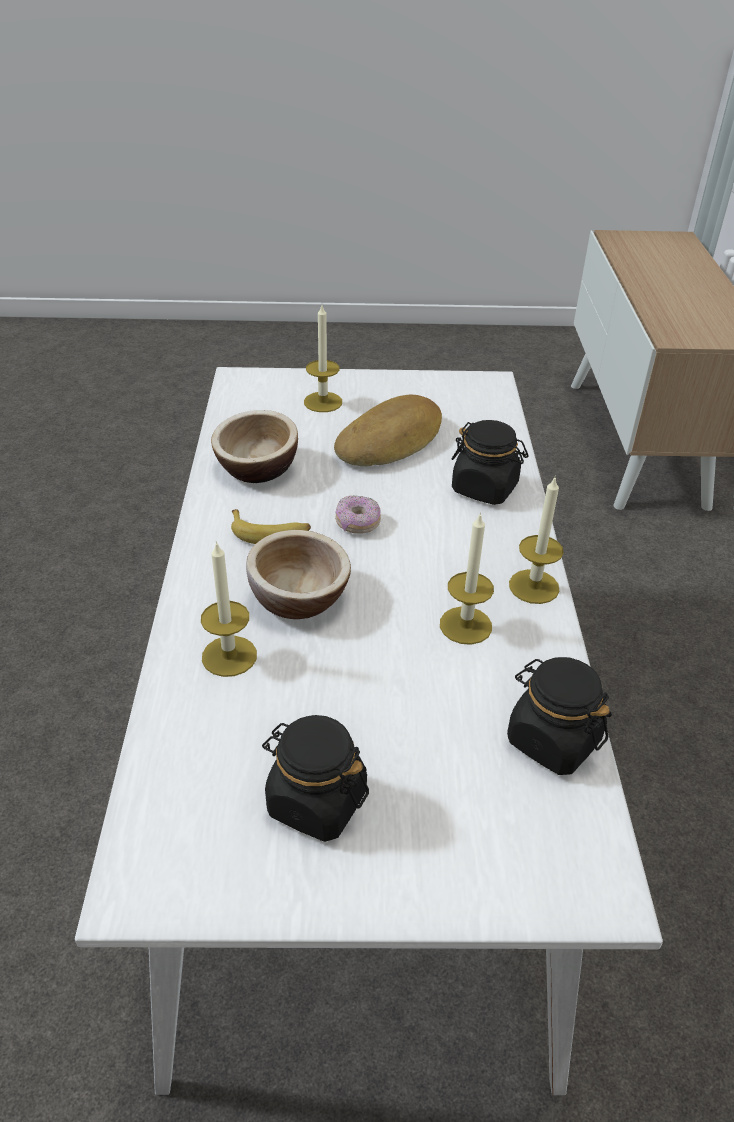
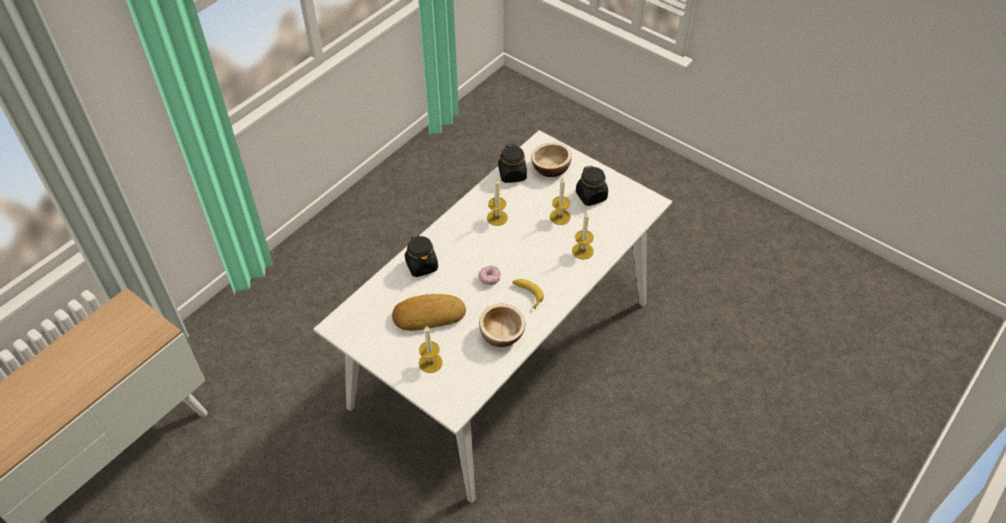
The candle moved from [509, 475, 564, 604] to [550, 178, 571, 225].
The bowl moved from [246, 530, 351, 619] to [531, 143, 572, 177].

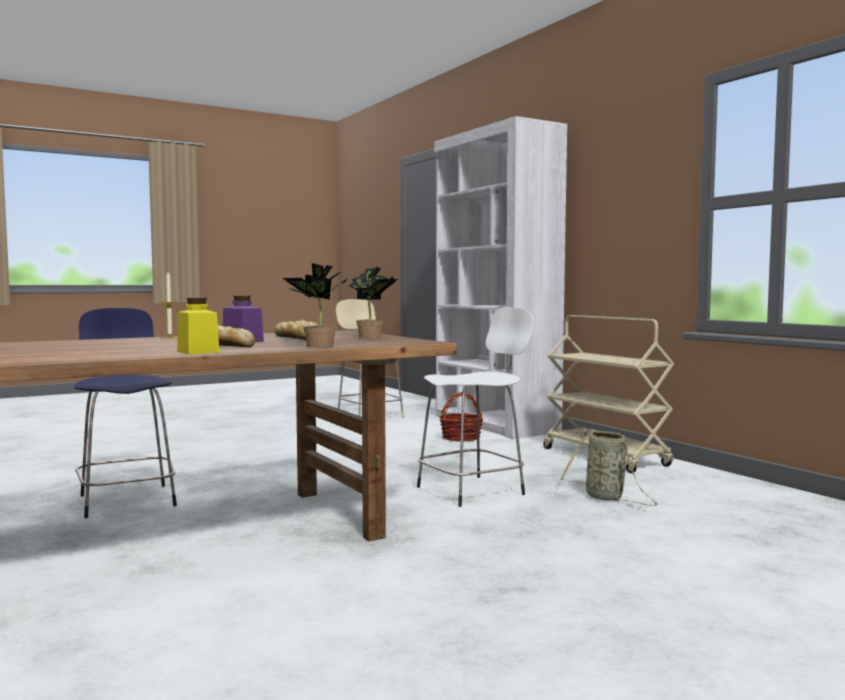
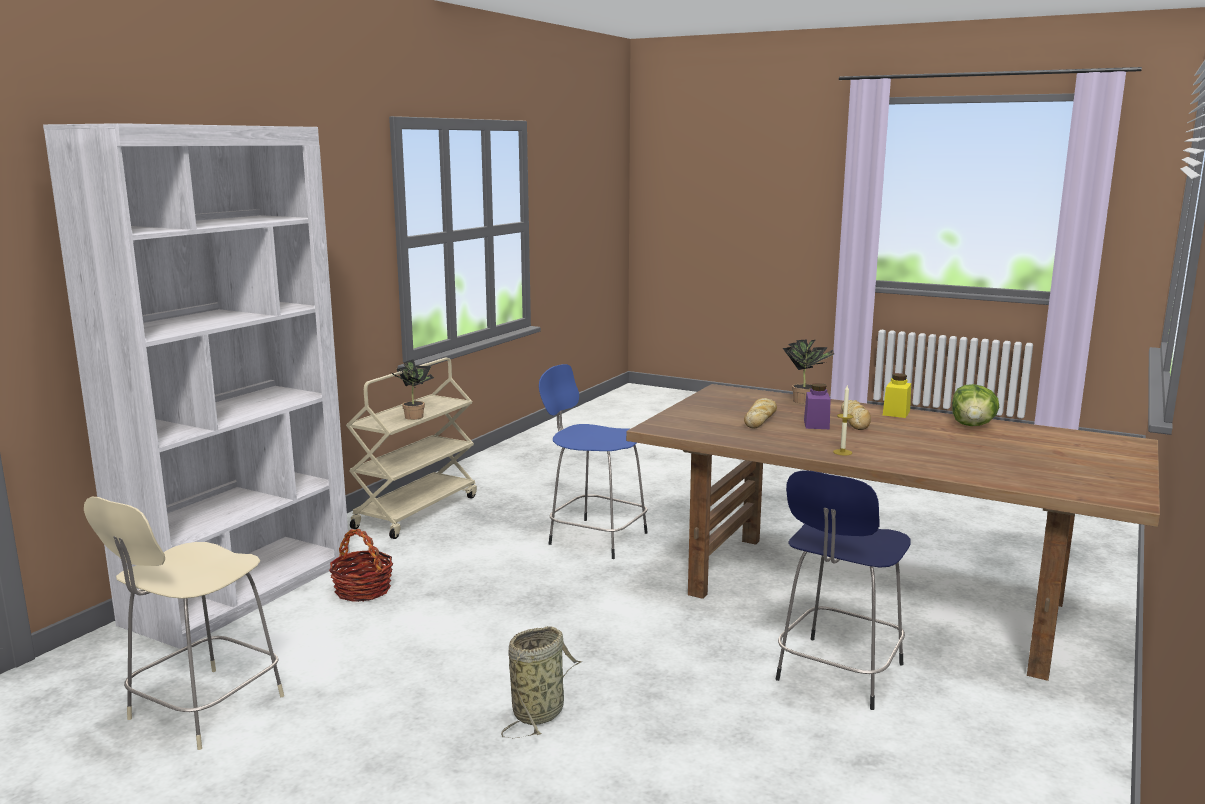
The potted plant moved from [348, 266, 398, 338] to [392, 359, 434, 420].
The white-coloured sitting stool at [417, 307, 534, 507] became the bluish sitting stool at [539, 364, 648, 559].
The storage basket moved from [560, 430, 657, 506] to [501, 626, 582, 738].
The lettuce head at [952, 384, 999, 426] appeared.

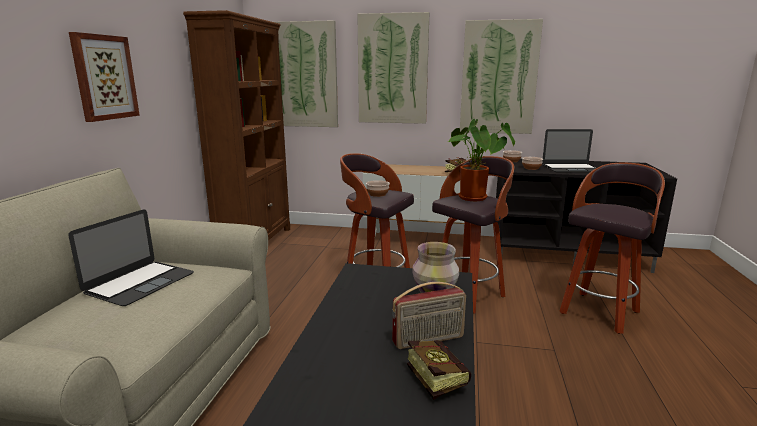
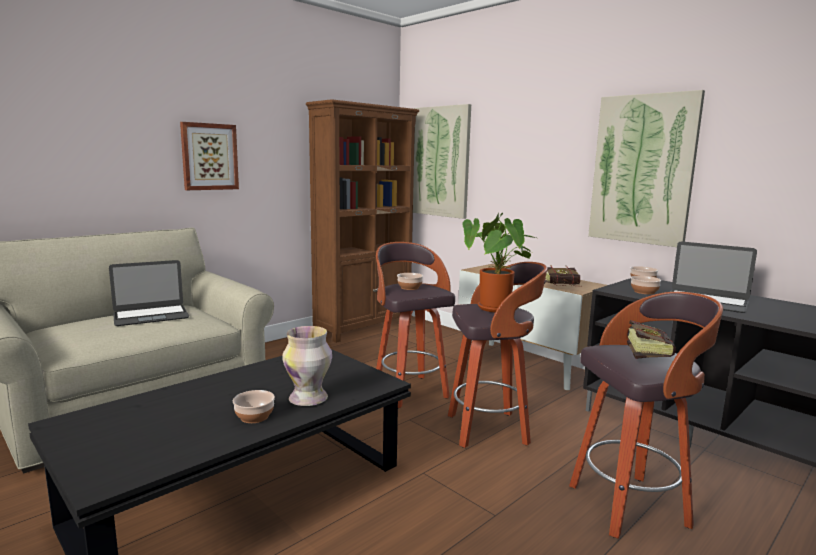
The picture at [357, 12, 429, 124] disappeared.
The radio at [392, 282, 466, 349] was replaced by the bowl at [233, 390, 275, 423].
The bound book moved from [407, 340, 471, 400] to [627, 320, 676, 359].

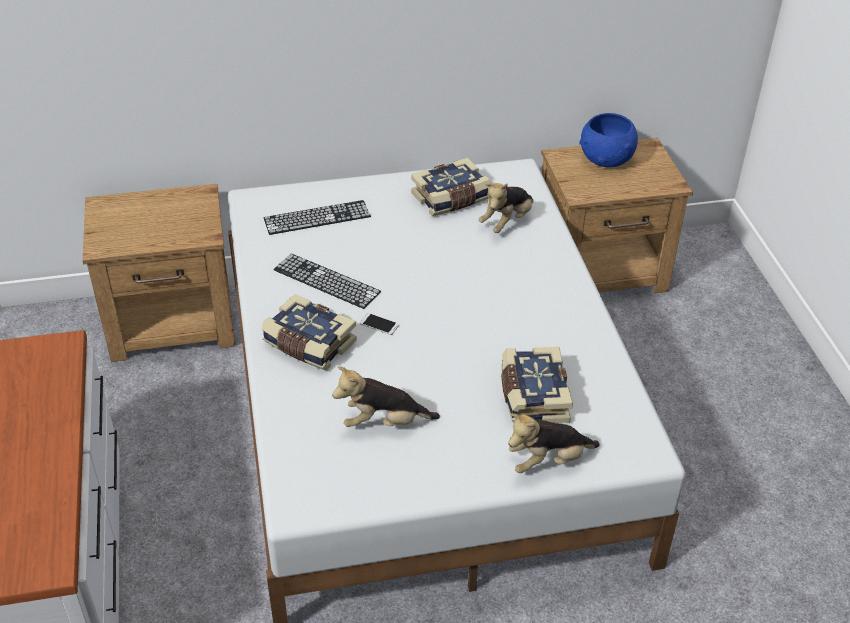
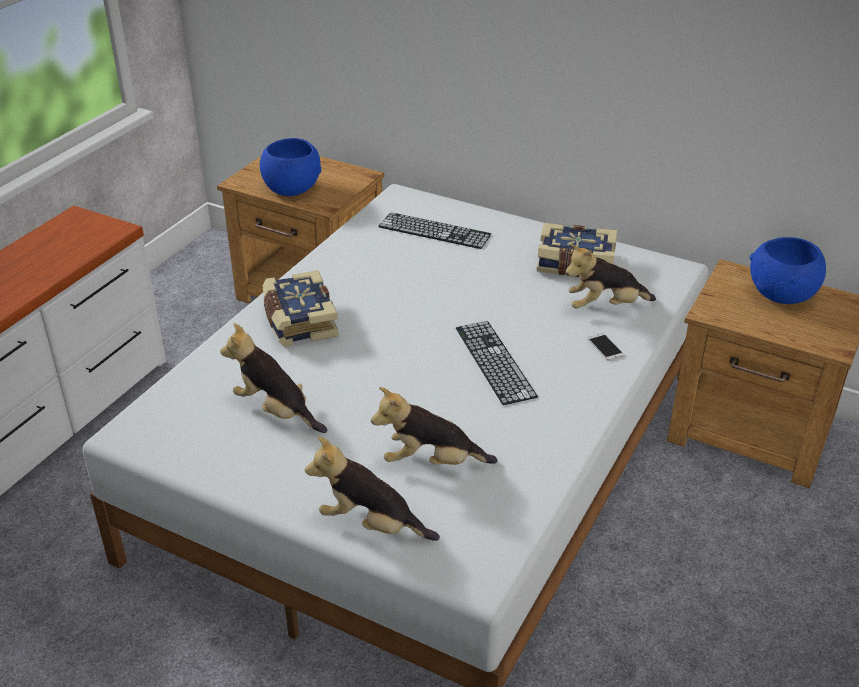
The PC keyboard moved from [273, 253, 381, 309] to [456, 321, 538, 405].
The handset moved from [360, 313, 399, 335] to [587, 333, 624, 361].
The bound book at [501, 347, 573, 423] was replaced by the cuddly toy at [371, 387, 498, 465].
The bluish bowl at [260, 138, 321, 196] appeared.

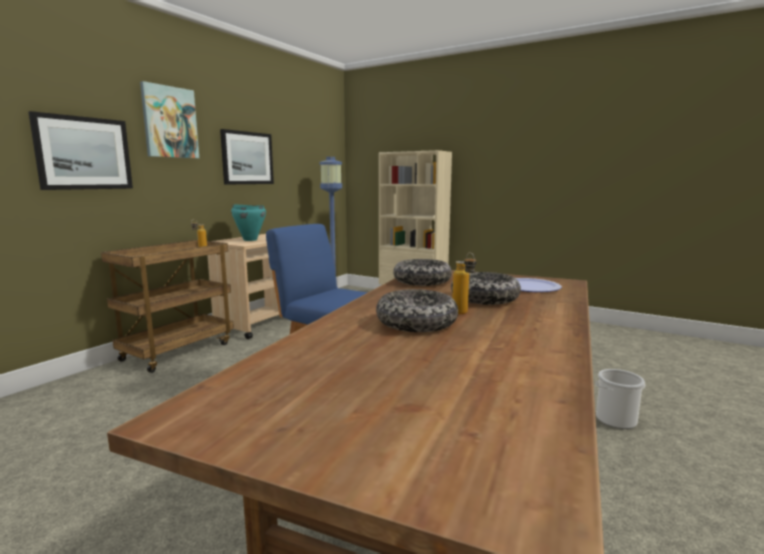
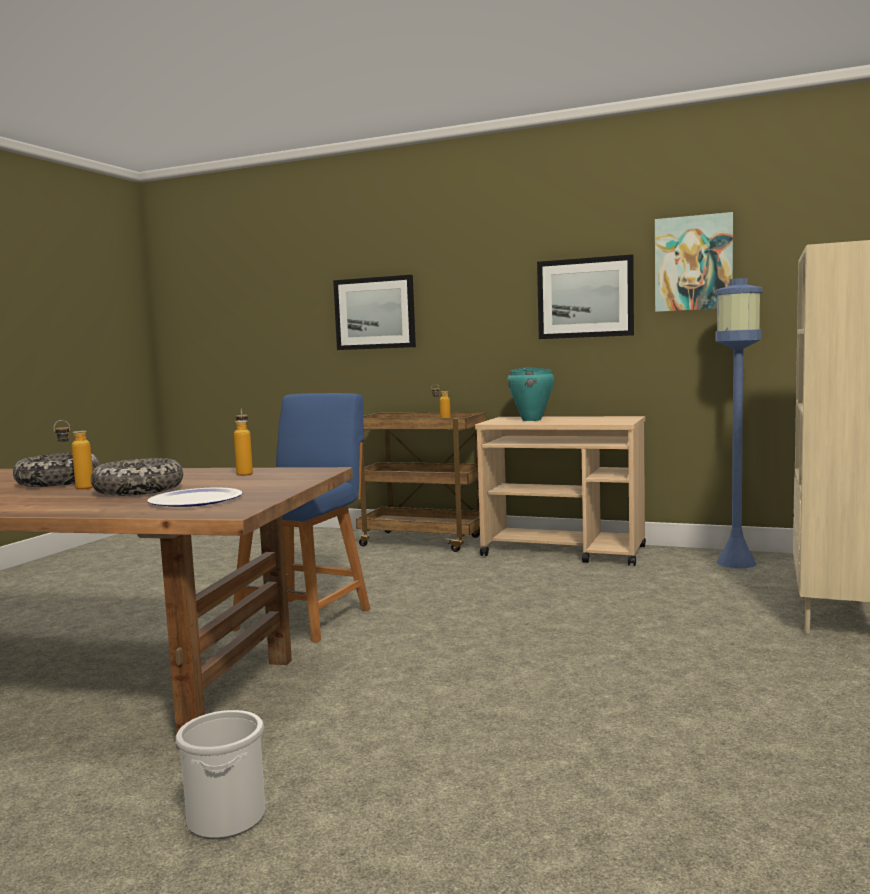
The picture moved from [140, 81, 199, 158] to [655, 212, 733, 312].
The bowl at [393, 259, 452, 286] was replaced by the drink bottle at [234, 408, 253, 476].

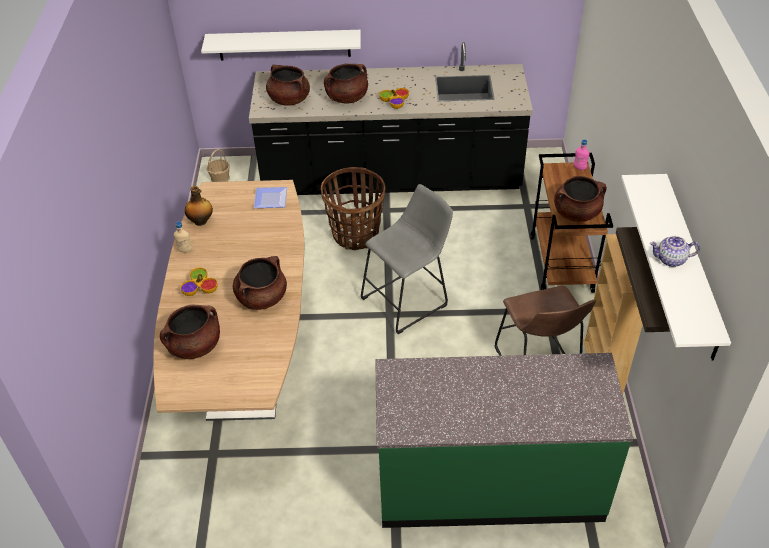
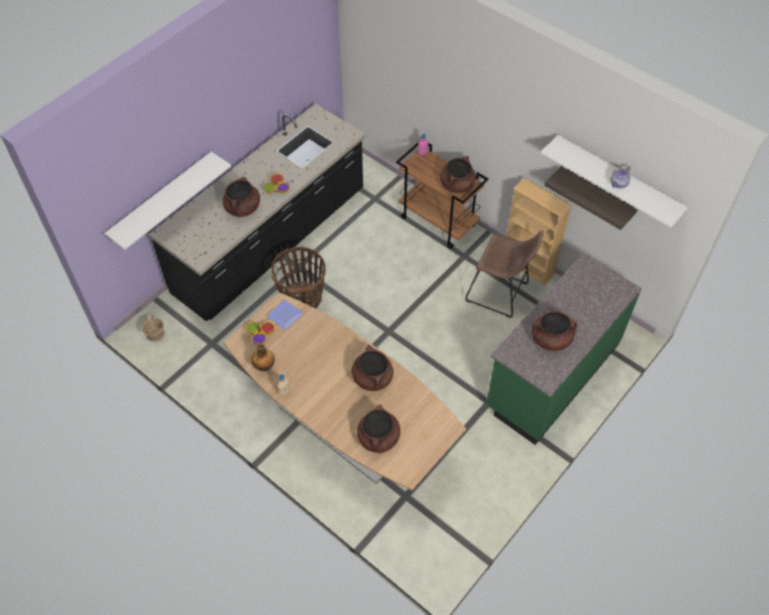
The brownish saucepot moved from [266, 65, 310, 106] to [531, 311, 577, 351].
The greyish sitting stool at [361, 184, 453, 334] disappeared.
The bowl moved from [180, 268, 218, 296] to [246, 322, 274, 345].

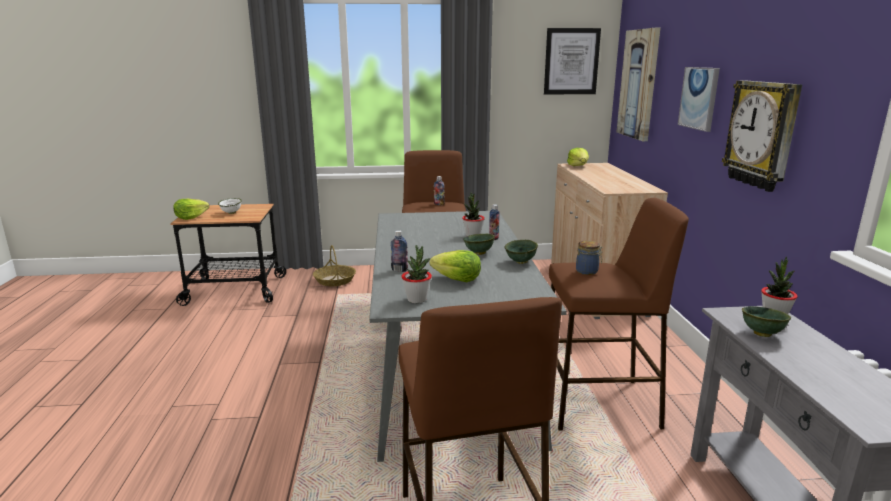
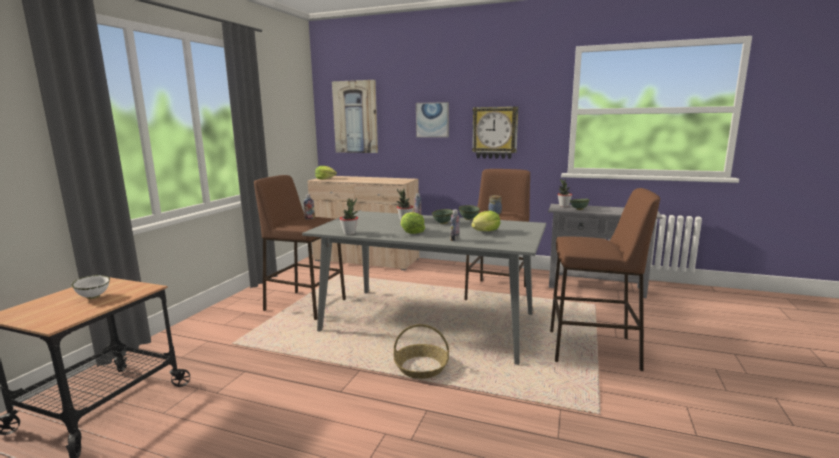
The picture at [544, 28, 601, 95] disappeared.
The lettuce head moved from [173, 199, 209, 220] to [401, 212, 425, 234].
The storage basket moved from [313, 245, 356, 286] to [394, 324, 449, 379].
The potted plant moved from [401, 245, 432, 303] to [340, 198, 358, 235].

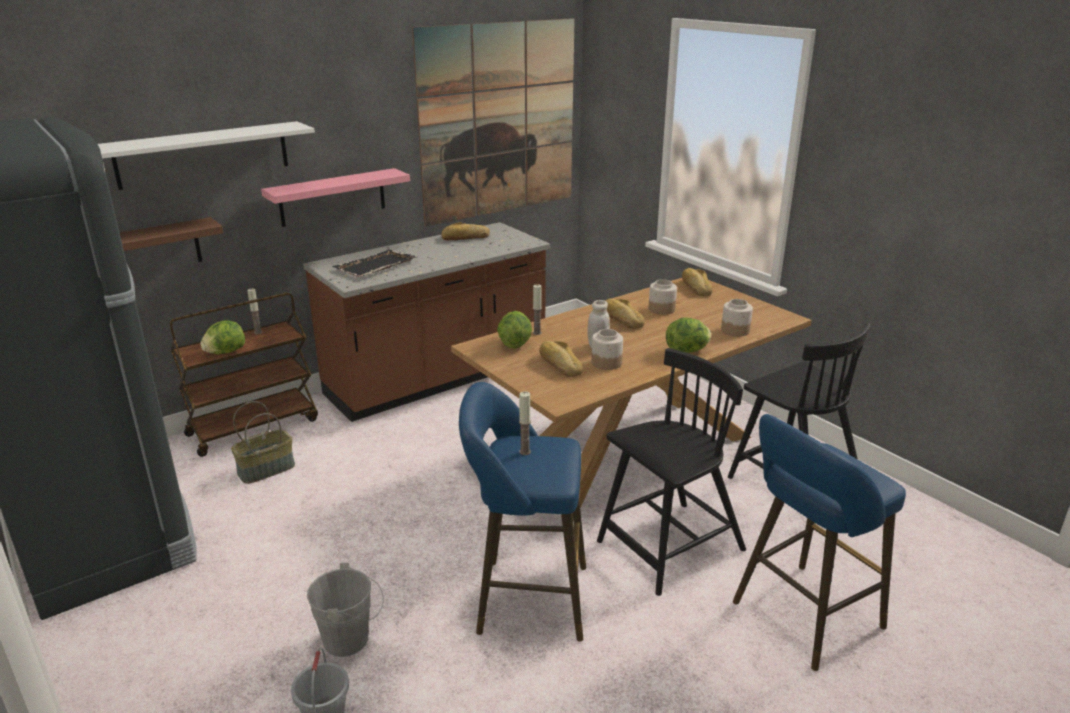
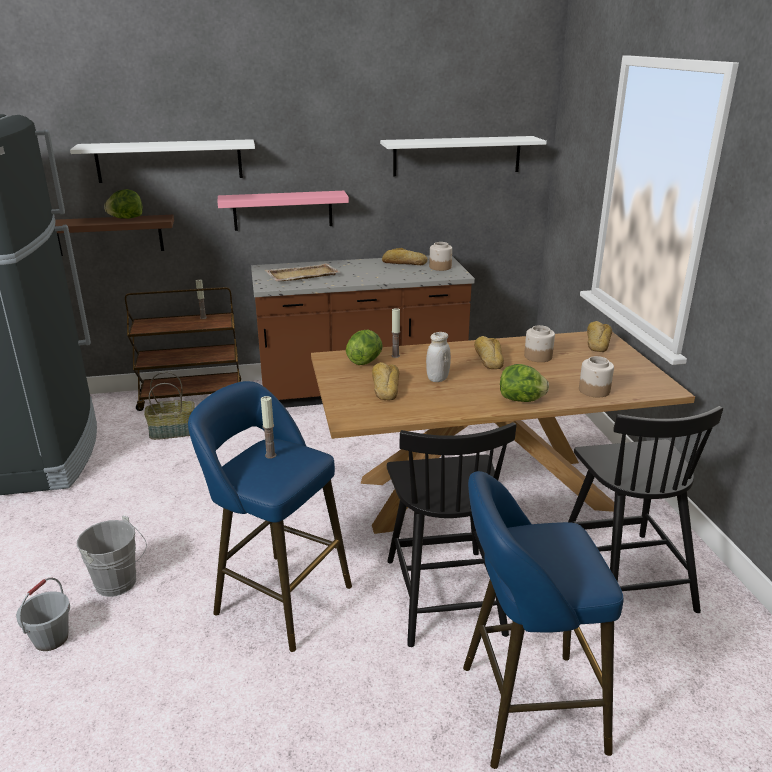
The picture at [412, 18, 575, 226] was replaced by the white-coloured bracket shelf at [380, 136, 547, 176].
The blackish serving tray at [331, 249, 417, 277] became the beige-coloured serving tray at [265, 263, 340, 281].
The lettuce head moved from [200, 320, 245, 354] to [104, 189, 143, 219].
The storage jar moved from [591, 329, 623, 370] to [429, 242, 452, 271].
The blackish upright chair at [597, 348, 746, 596] turned 90 degrees clockwise.

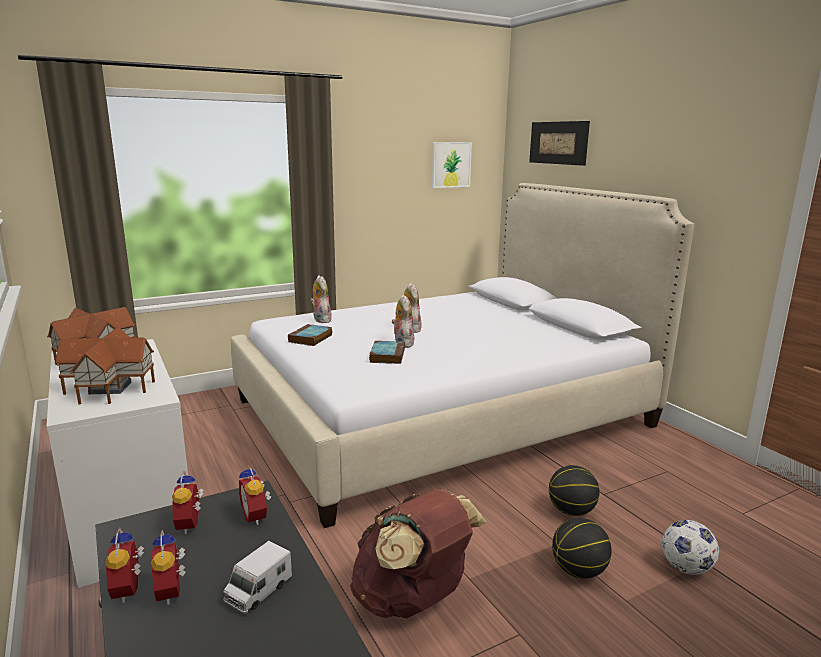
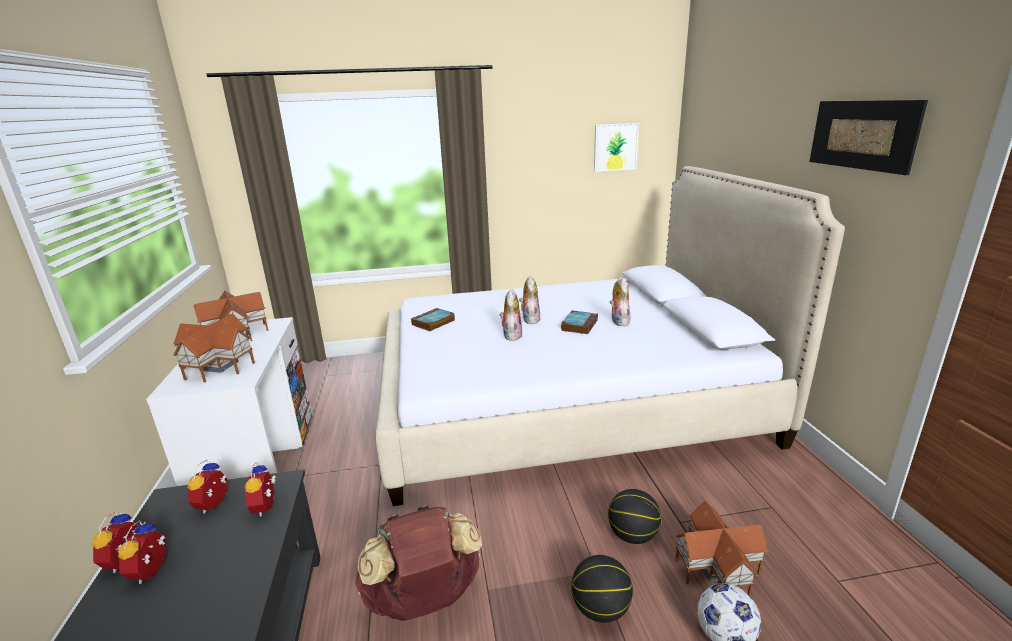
The picture moved from [529, 121, 590, 166] to [809, 100, 928, 175].
The cuddly toy moved from [310, 275, 332, 323] to [609, 277, 630, 326].
The bound book moved from [369, 341, 405, 364] to [561, 311, 598, 334].
The model truck at [223, 541, 292, 614] disappeared.
The toy house at [675, 501, 768, 597] appeared.

